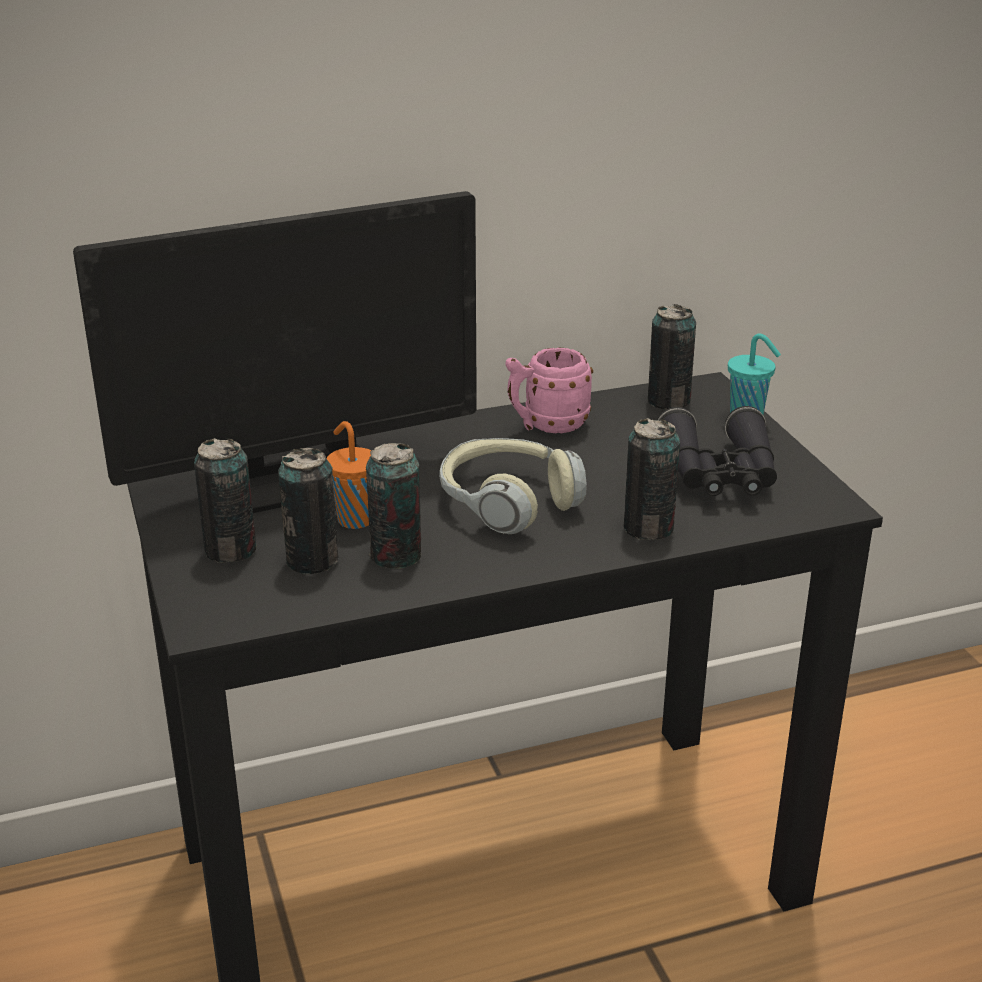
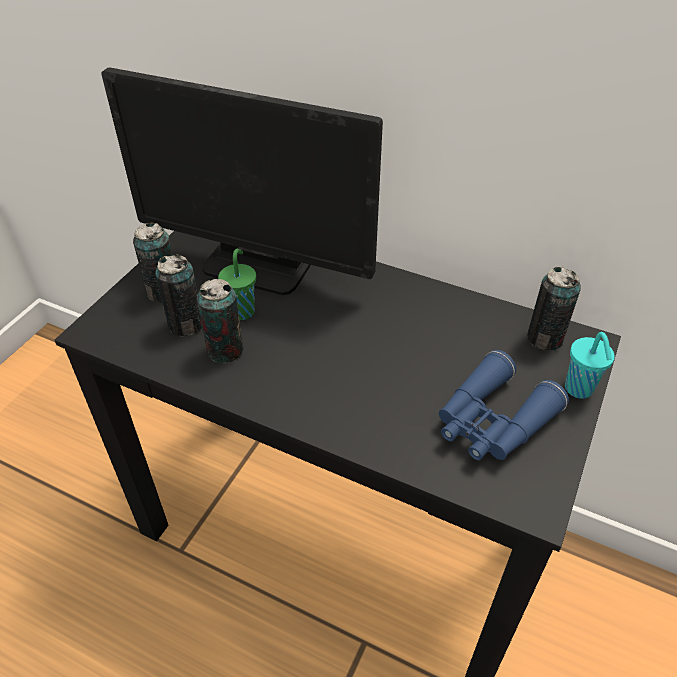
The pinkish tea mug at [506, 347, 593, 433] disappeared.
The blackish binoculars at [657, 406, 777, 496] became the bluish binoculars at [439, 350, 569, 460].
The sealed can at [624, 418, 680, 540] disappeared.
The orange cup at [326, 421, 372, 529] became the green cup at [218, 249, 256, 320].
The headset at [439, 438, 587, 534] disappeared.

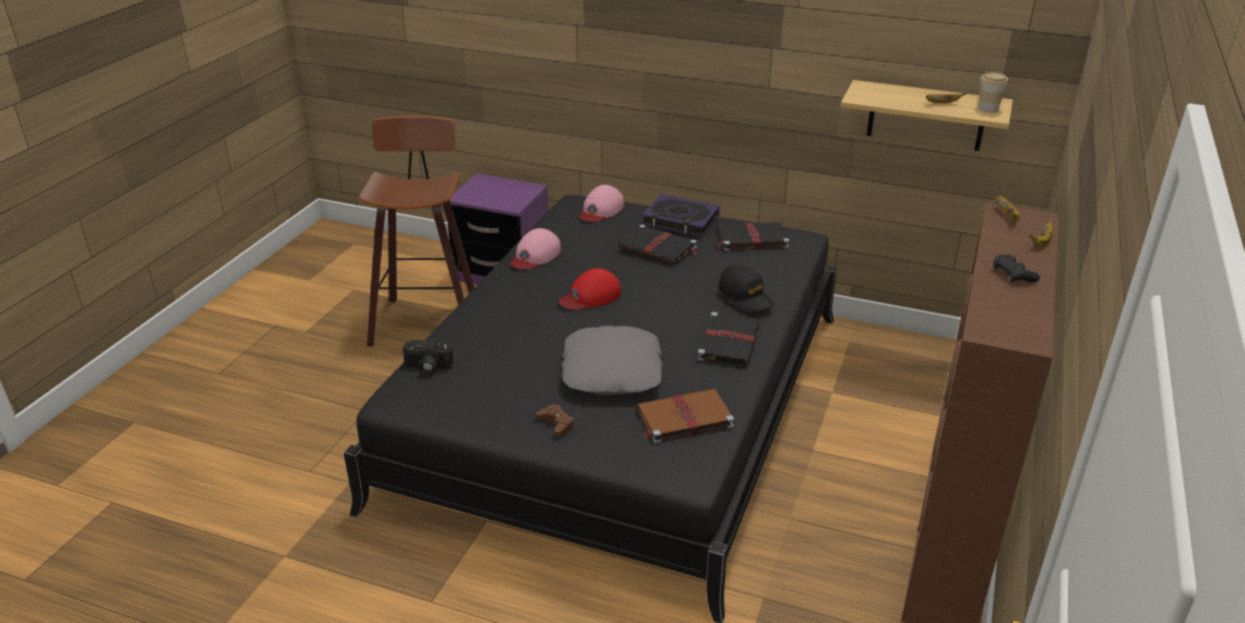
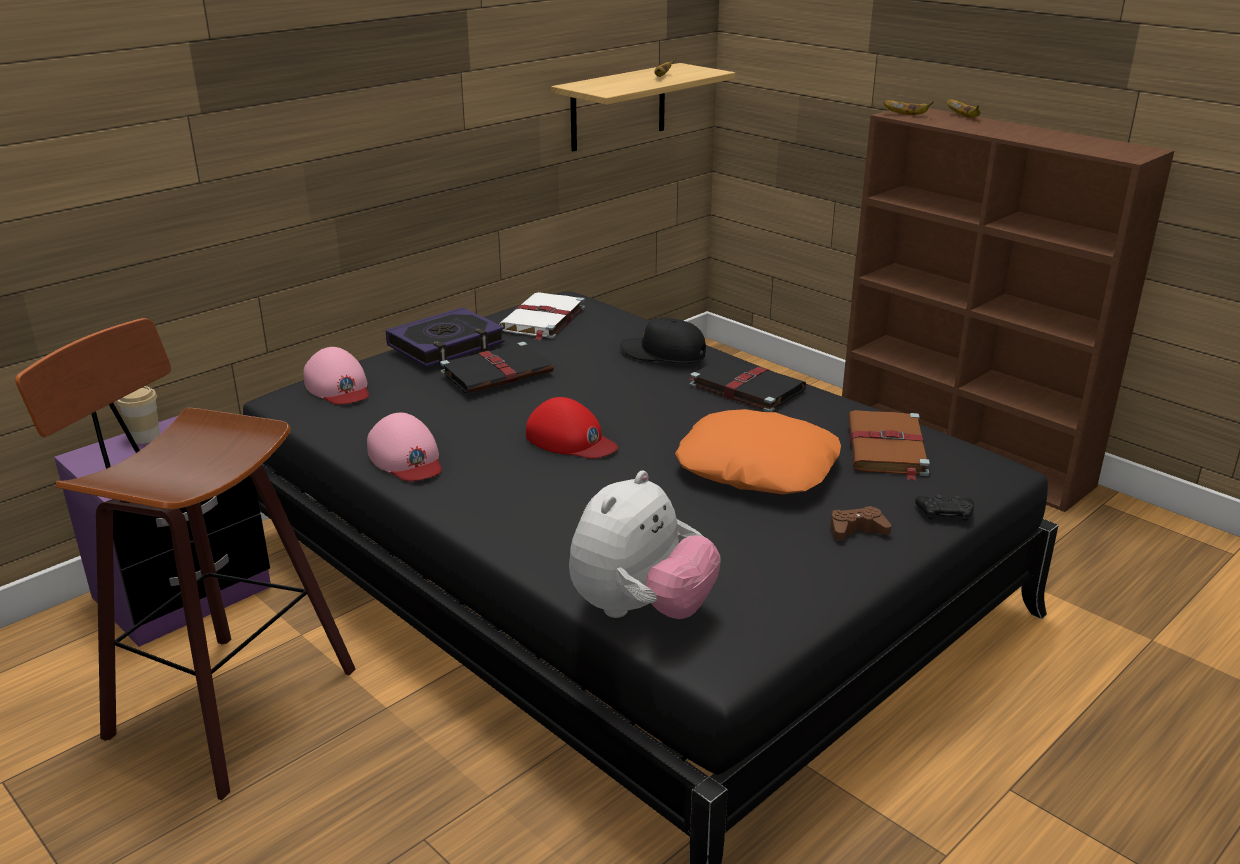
The cup moved from [978, 72, 1008, 113] to [116, 386, 160, 444].
The blackish bound book at [717, 222, 790, 251] became the white-coloured bound book at [499, 292, 585, 340].
The blackish joypad moved from [993, 255, 1040, 282] to [915, 495, 974, 522].
The blackish peaked cap at [718, 265, 774, 311] turned 150 degrees counterclockwise.
The red peaked cap at [559, 268, 621, 310] turned 45 degrees counterclockwise.
The greyish pillow at [562, 326, 663, 395] became the orange pillow at [675, 409, 841, 495].
The photo camera at [403, 339, 454, 374] was replaced by the cuddly toy at [569, 471, 721, 619].

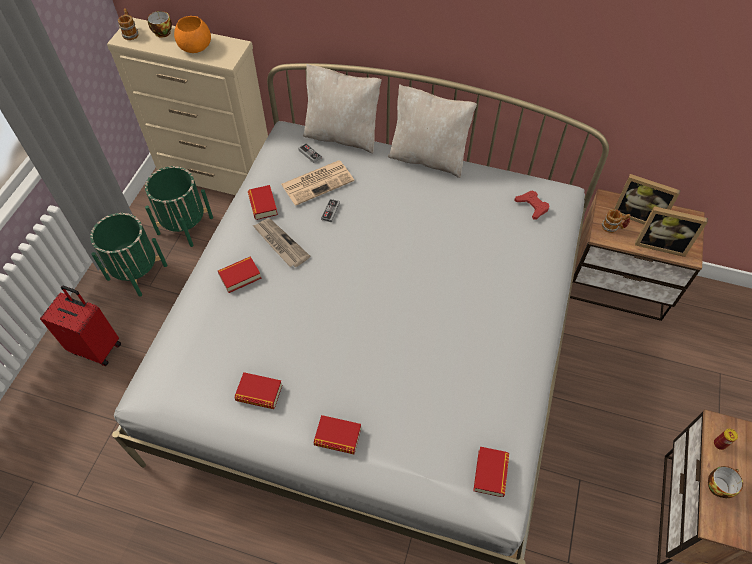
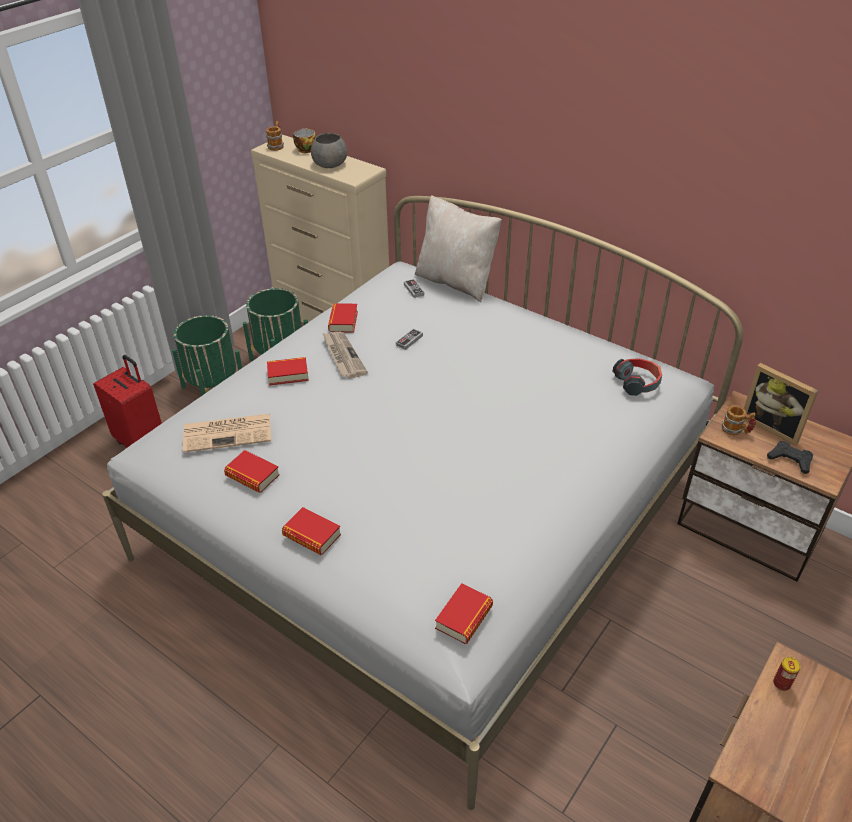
The orange bowl at [174, 16, 211, 53] became the greyish bowl at [311, 133, 347, 168].
The beige-coloured pillow at [388, 84, 477, 178] disappeared.
The newspaper moved from [281, 160, 354, 206] to [183, 414, 271, 453].
The red joypad at [514, 190, 550, 219] was replaced by the headset at [612, 358, 662, 396].
The photo frame at [635, 206, 708, 257] was replaced by the blackish joypad at [767, 441, 813, 474].
The cup at [708, 466, 743, 498] disappeared.

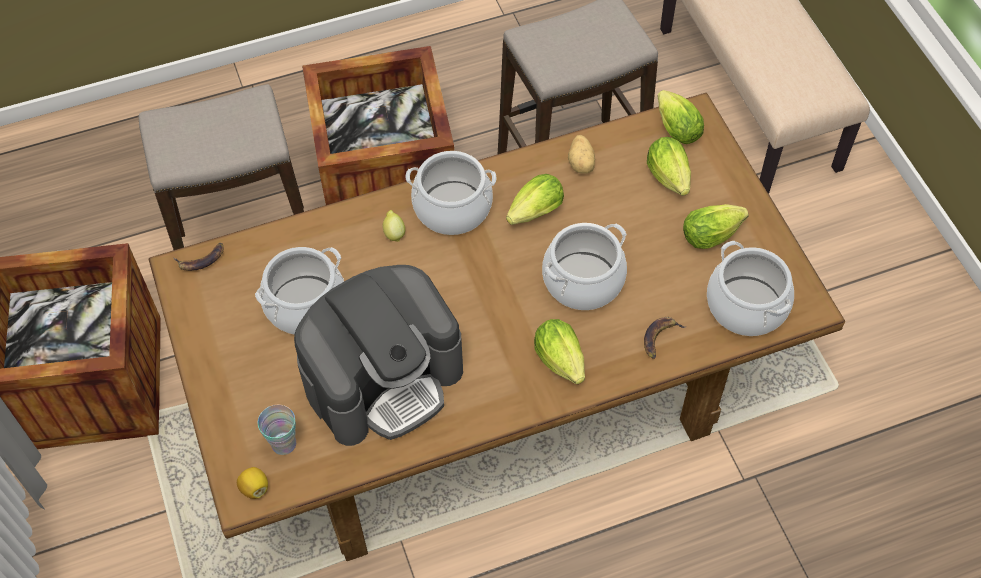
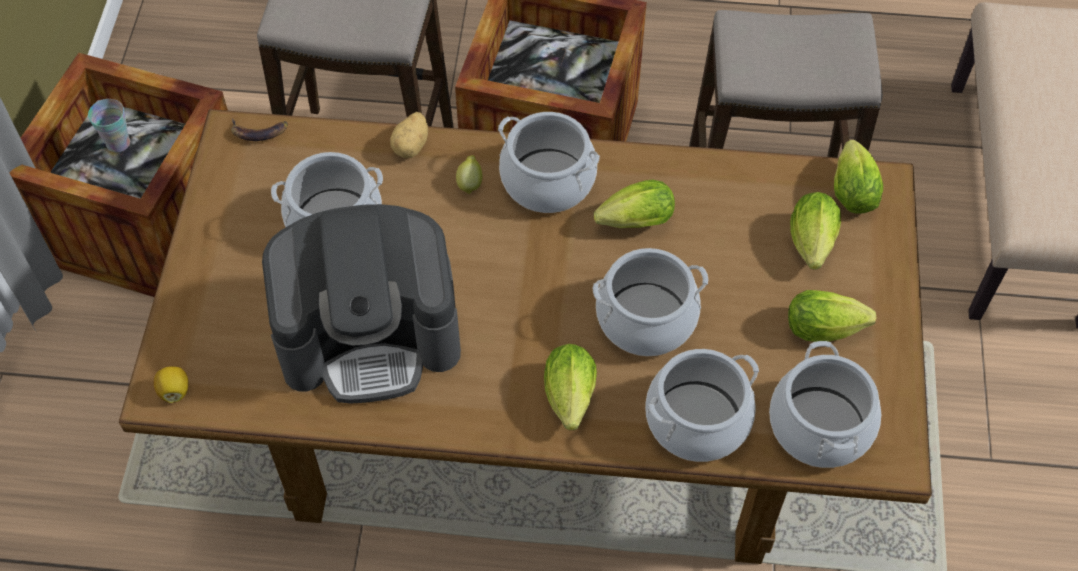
The whole potato moved from [568, 135, 595, 174] to [390, 112, 428, 158].
The banana fruit at [644, 317, 686, 359] was replaced by the saucepot at [645, 349, 759, 462].
The cup moved from [258, 405, 296, 455] to [88, 99, 130, 152].

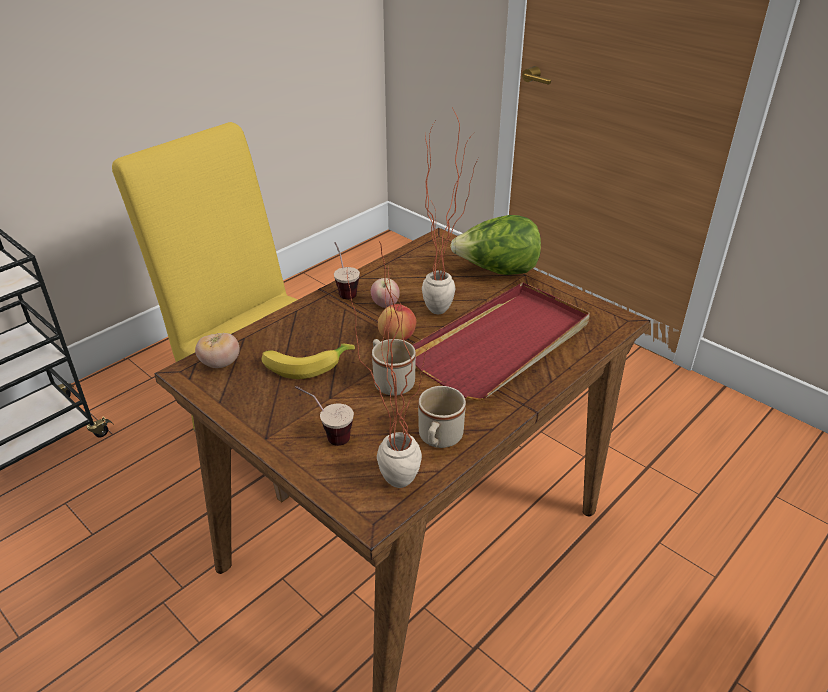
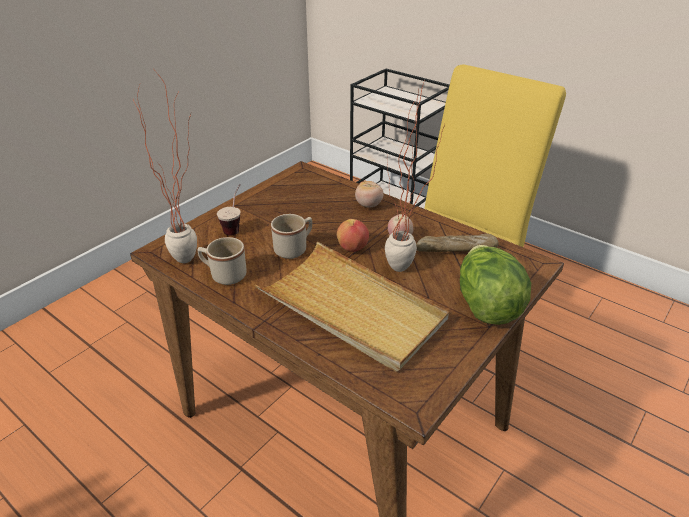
The cup at [334, 242, 360, 299] disappeared.
The red serving tray at [412, 282, 590, 401] became the beige-coloured serving tray at [255, 242, 449, 372].
The whole tomato moved from [195, 333, 240, 368] to [355, 181, 384, 208].
The banana fruit at [262, 344, 355, 379] disappeared.
The bakery bread at [416, 234, 499, 252] appeared.

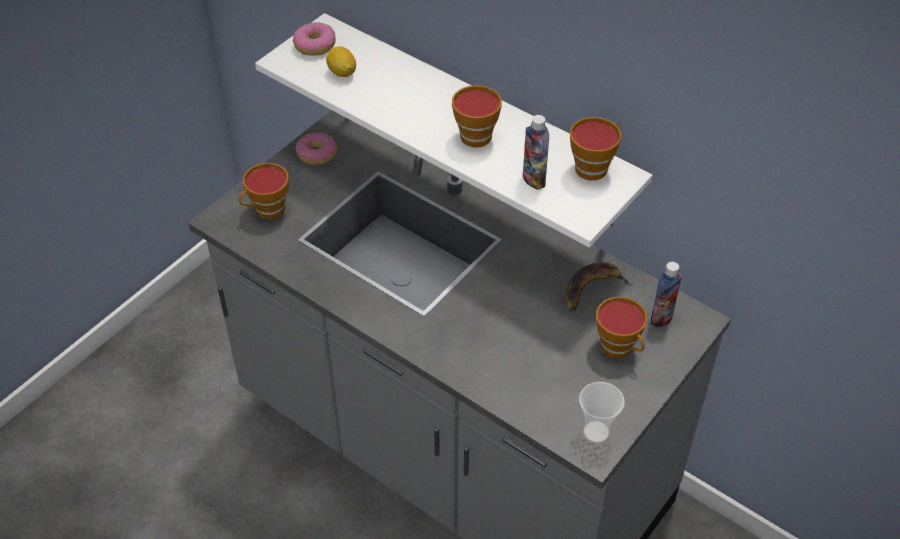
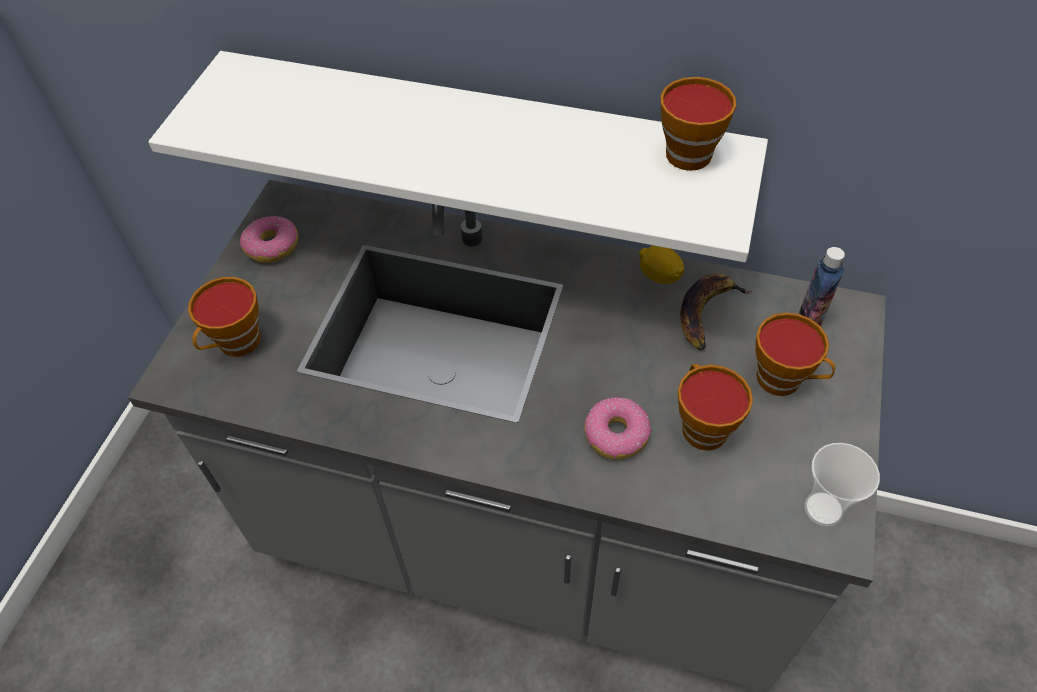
The donut moved from [293, 22, 336, 56] to [584, 397, 652, 460].
The lemon moved from [326, 46, 356, 77] to [639, 245, 684, 284].
The cup moved from [452, 85, 502, 148] to [678, 364, 753, 451].
The drink bottle at [523, 115, 549, 190] disappeared.

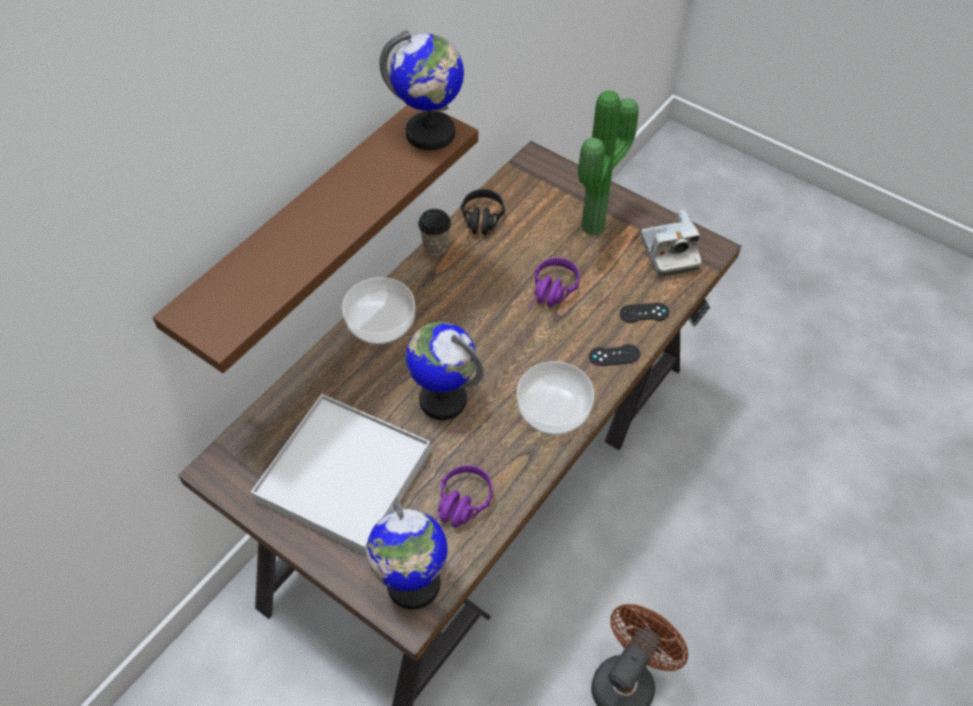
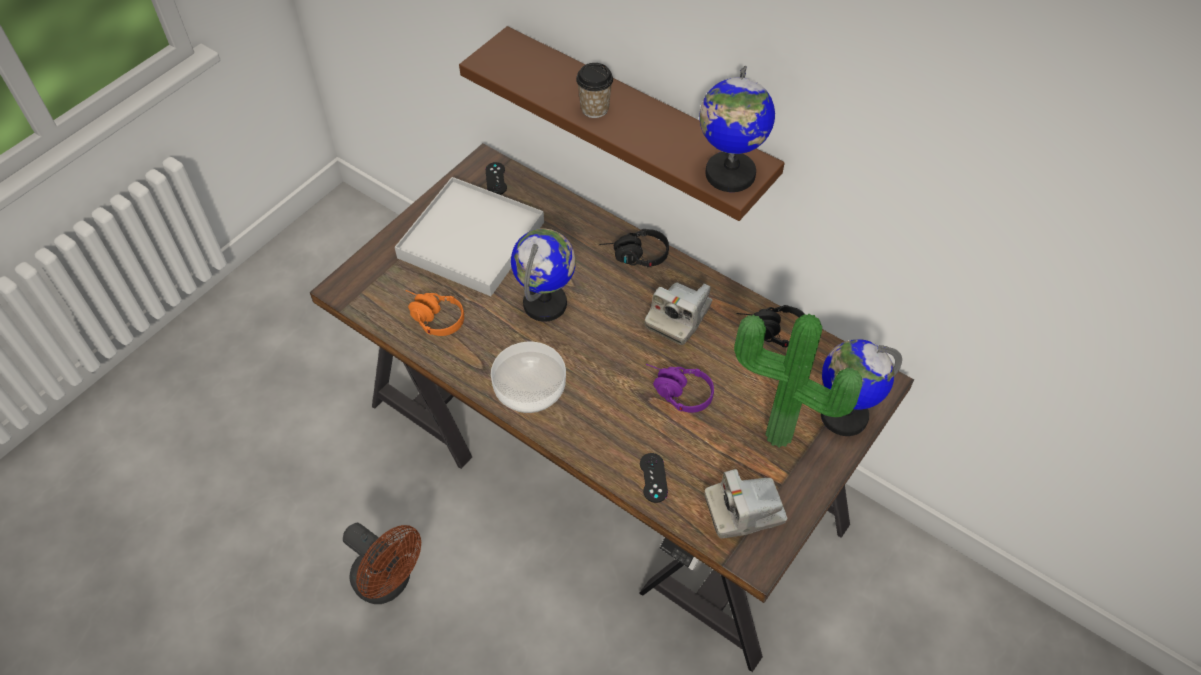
The cup moved from [418, 209, 451, 256] to [576, 63, 613, 118].
The bowl at [342, 277, 415, 345] was replaced by the blackish headset at [599, 229, 669, 267].
The blackish joypad moved from [589, 344, 640, 366] to [485, 162, 507, 195].
The purple-coloured headset at [435, 465, 492, 528] became the orange headset at [405, 290, 464, 336].
The globe moved from [366, 497, 447, 610] to [821, 339, 902, 436].
The photo camera at [645, 282, 712, 345] appeared.

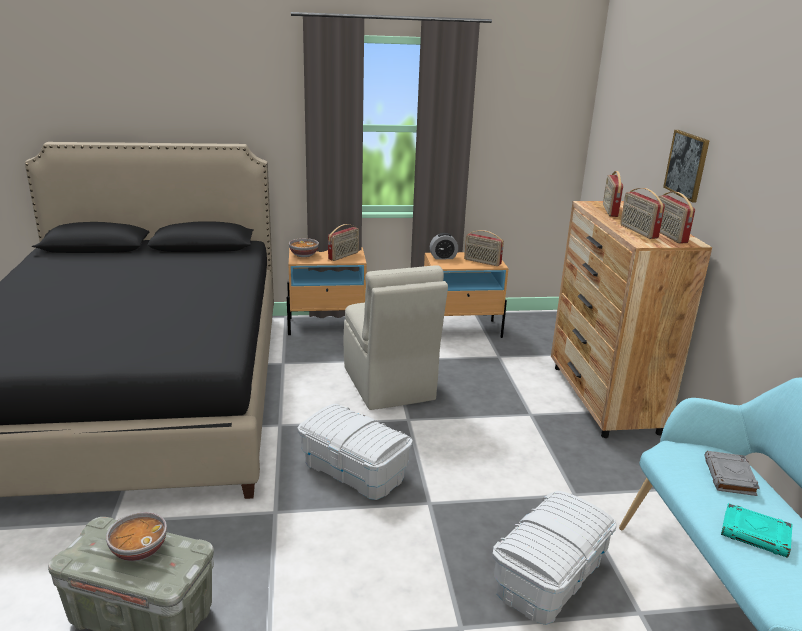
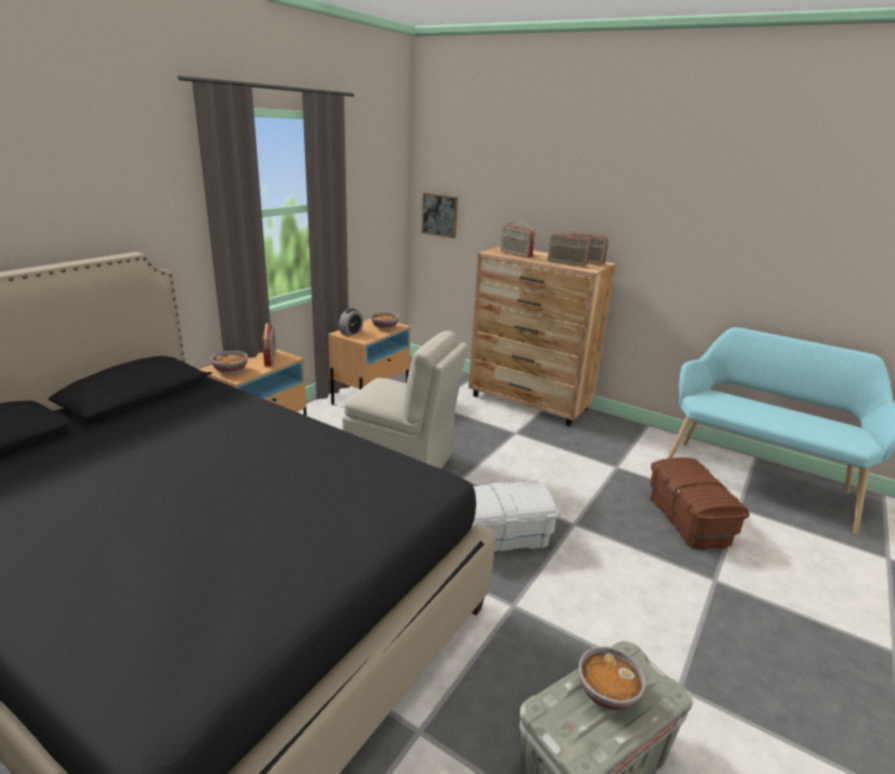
The picture moved from [663, 130, 710, 202] to [422, 193, 458, 238].
The radio at [464, 230, 504, 266] was replaced by the bowl at [371, 312, 399, 330].
The greyish bound book at [704, 451, 760, 496] disappeared.
The white-coloured storage container at [492, 491, 617, 625] became the brownish storage container at [650, 458, 750, 550].
The blue-green bound book at [721, 503, 793, 558] disappeared.

